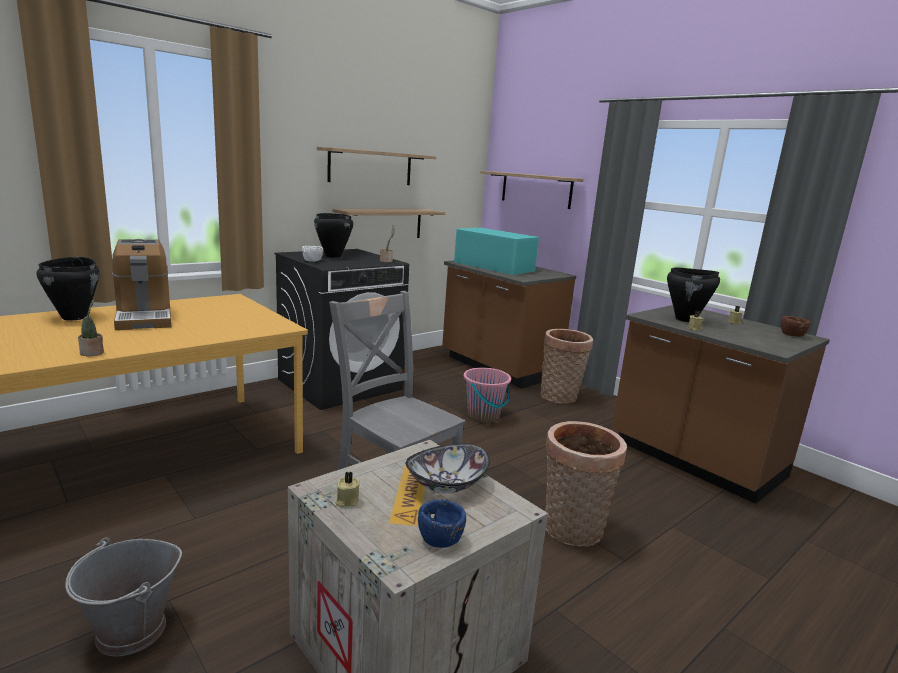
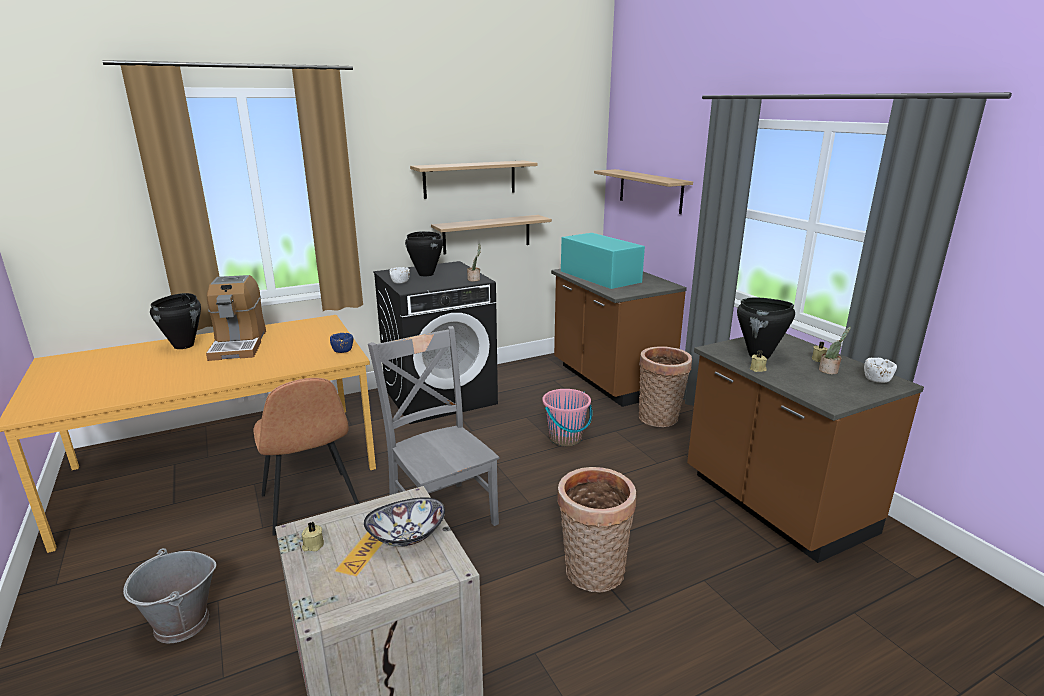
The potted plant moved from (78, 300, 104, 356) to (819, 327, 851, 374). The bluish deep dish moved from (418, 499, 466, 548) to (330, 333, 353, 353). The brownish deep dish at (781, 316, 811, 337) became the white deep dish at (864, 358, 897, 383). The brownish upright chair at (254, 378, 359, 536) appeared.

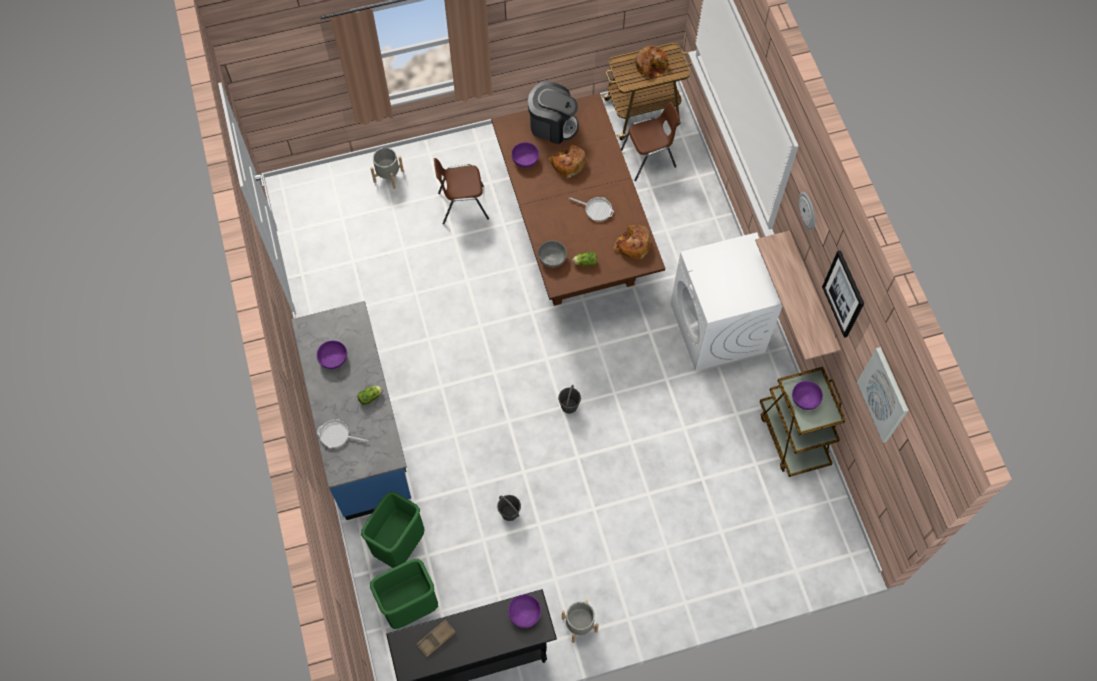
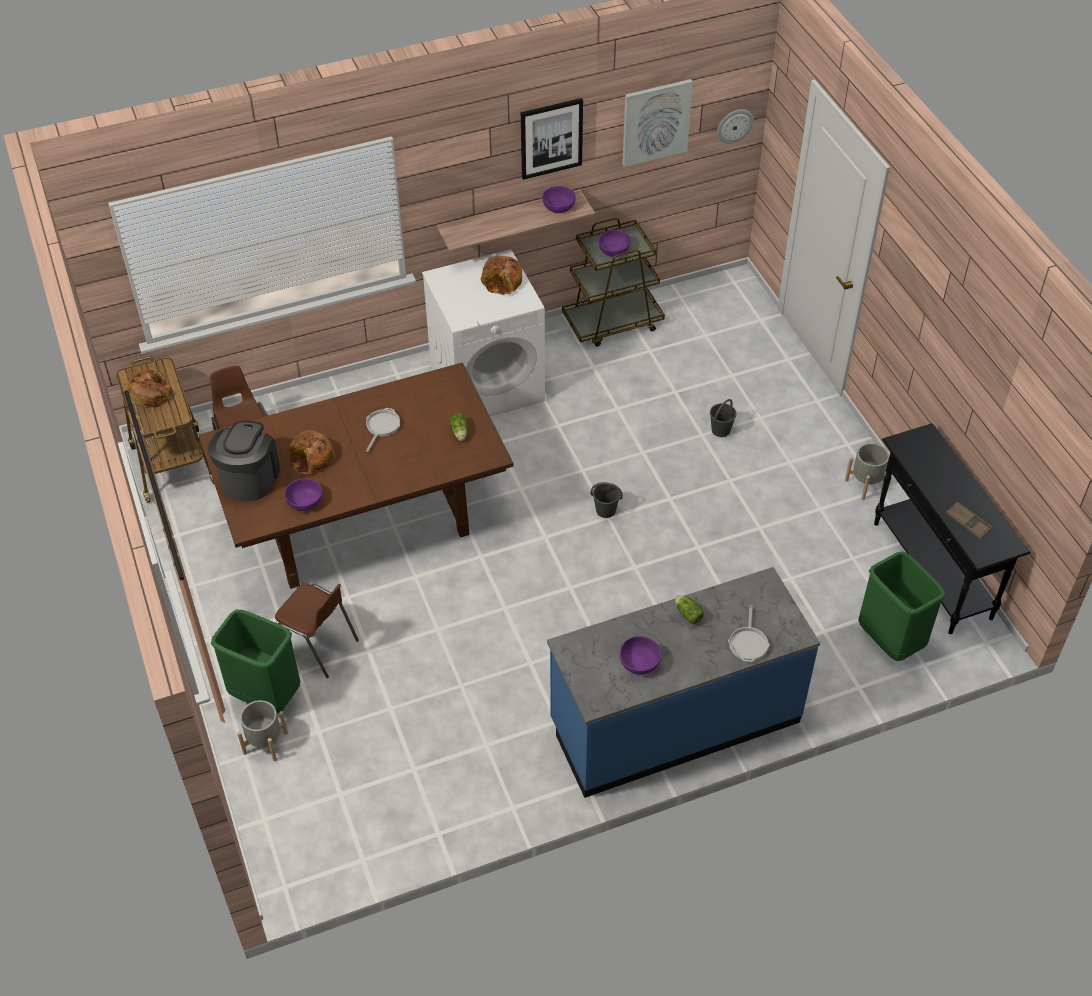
The greenish rubbish bin moved from (361, 492, 425, 568) to (211, 610, 300, 713). The brownish upright chair at (434, 158, 489, 225) turned 45 degrees counterclockwise. The greyish pail moved from (497, 495, 521, 521) to (710, 399, 736, 437). The purple-coloured deep dish moved from (508, 594, 541, 628) to (542, 186, 576, 213). The greyish deep dish at (538, 241, 567, 268) disappeared. The bread moved from (614, 225, 651, 259) to (481, 256, 522, 295). The hanging clock moved from (799, 192, 815, 230) to (717, 109, 754, 144).

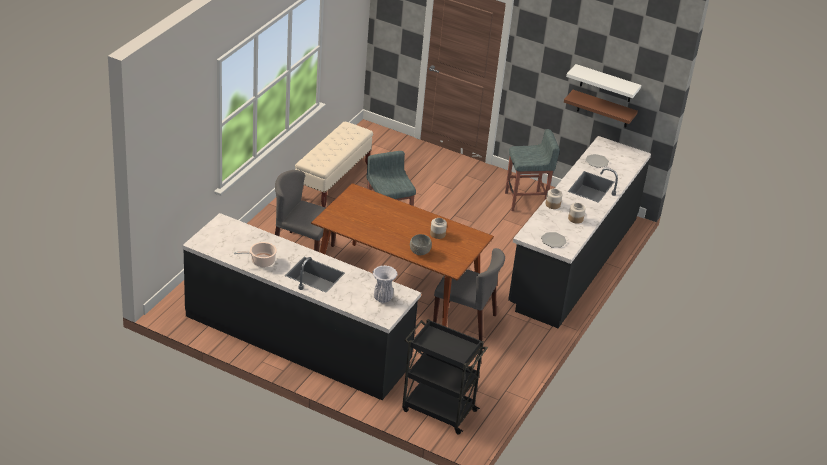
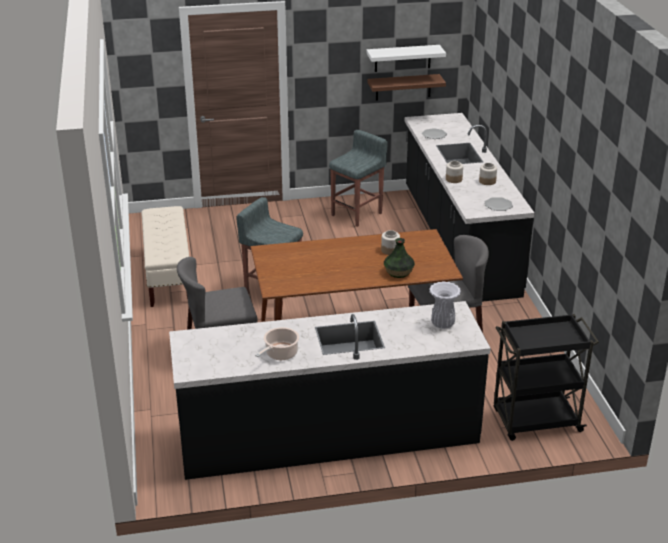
The greyish deep dish at (410, 234, 432, 255) was replaced by the flower vase at (384, 238, 415, 278).

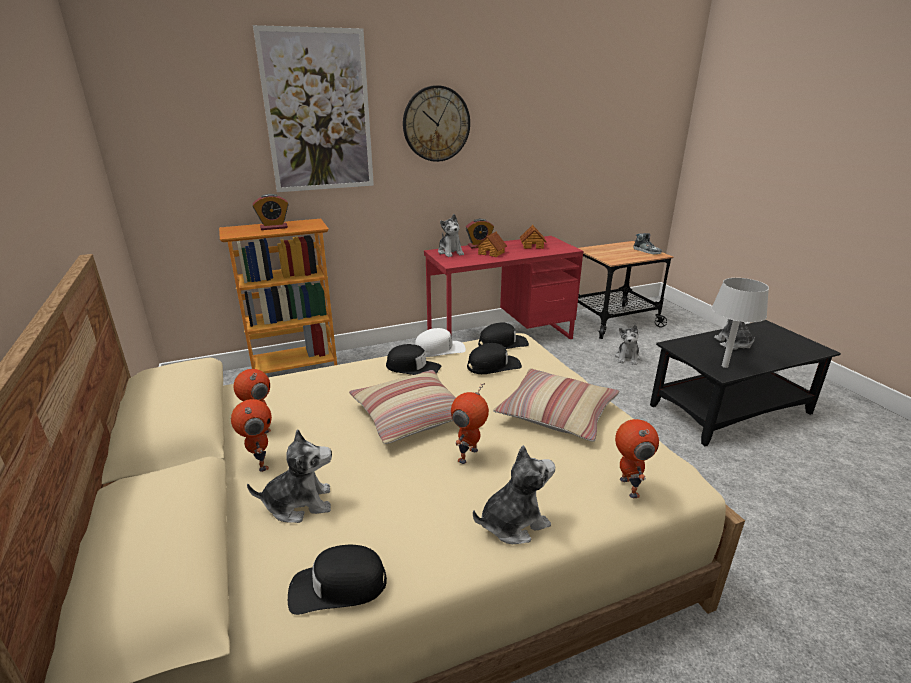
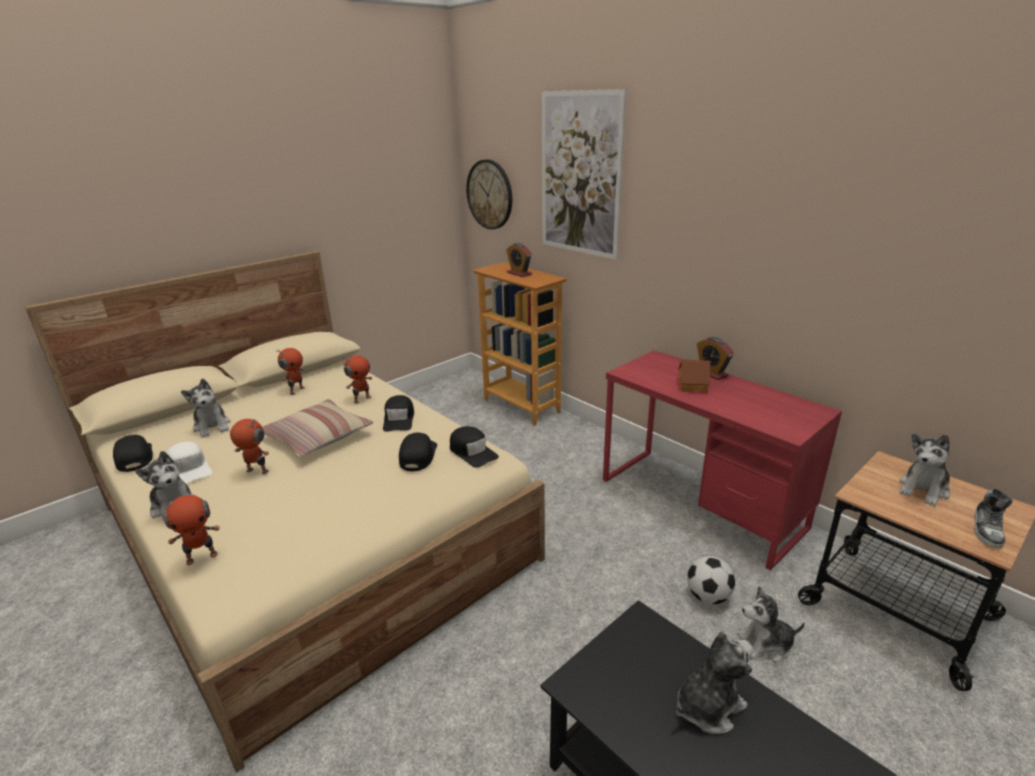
The toy robot moved from (231, 399, 272, 472) to (342, 355, 372, 404). The hanging clock moved from (403, 85, 470, 162) to (466, 159, 512, 230). The white baseball cap moved from (415, 328, 466, 357) to (167, 442, 212, 484). The cuddly toy moved from (438, 214, 464, 257) to (899, 433, 950, 506). The blackish baseball cap at (467, 343, 522, 374) turned 135 degrees counterclockwise. The throw pillow at (493, 368, 619, 442) disappeared. The toy house at (520, 225, 546, 249) disappeared. The greyish lamp for a table at (711, 278, 769, 368) disappeared. The football at (687, 556, 735, 604) appeared.

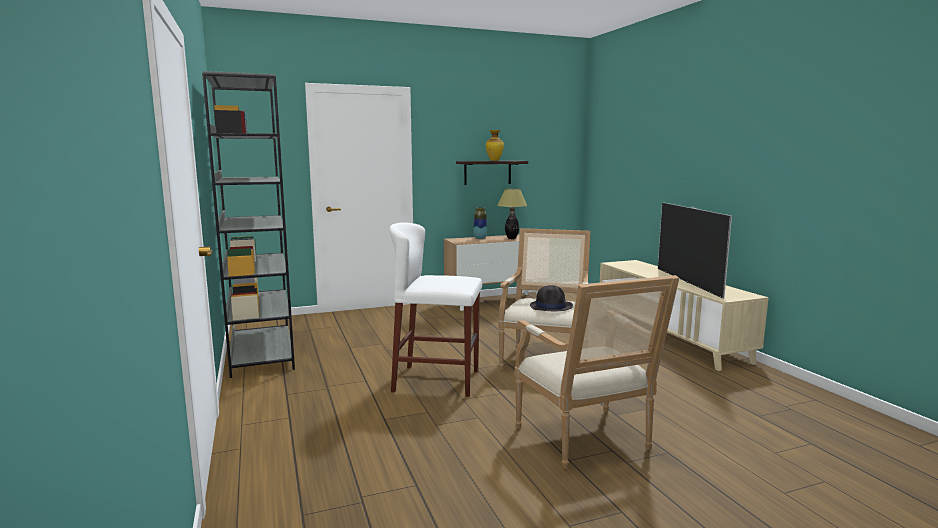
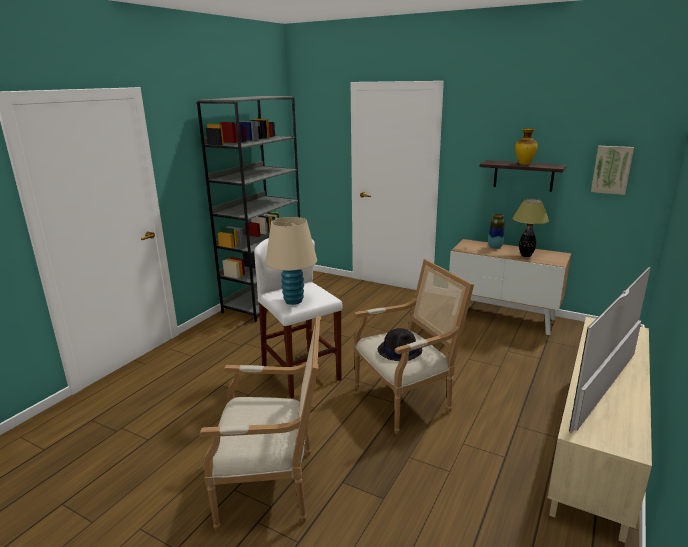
The easy chair at (515, 275, 679, 470) turned 120 degrees counterclockwise. The sand-coloured lamp for a table at (265, 217, 317, 305) appeared. The wall art at (591, 146, 634, 195) appeared.

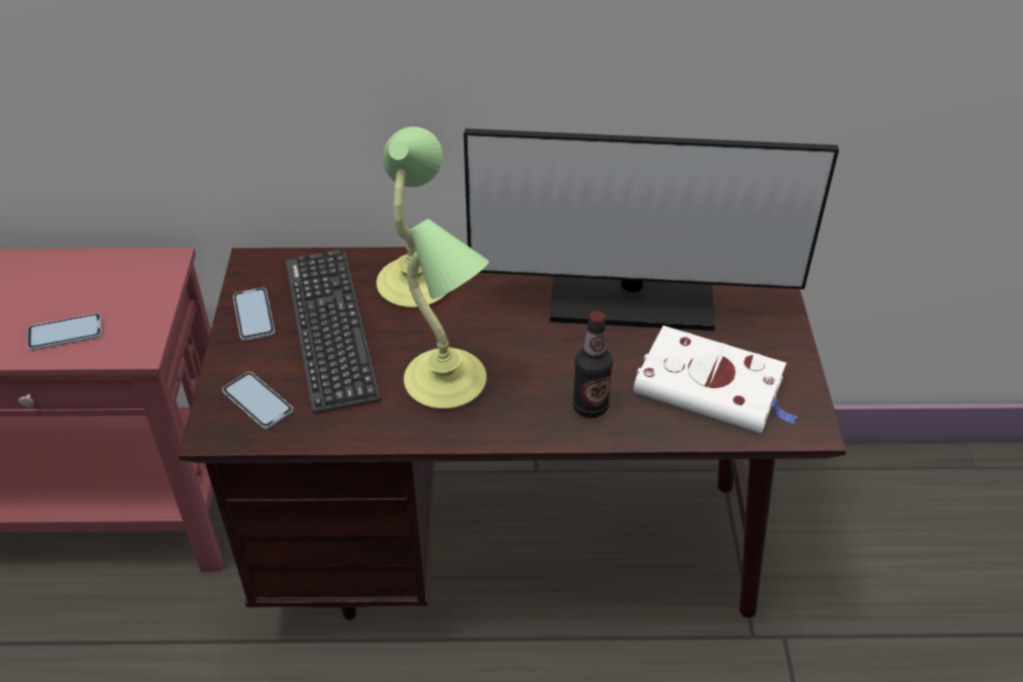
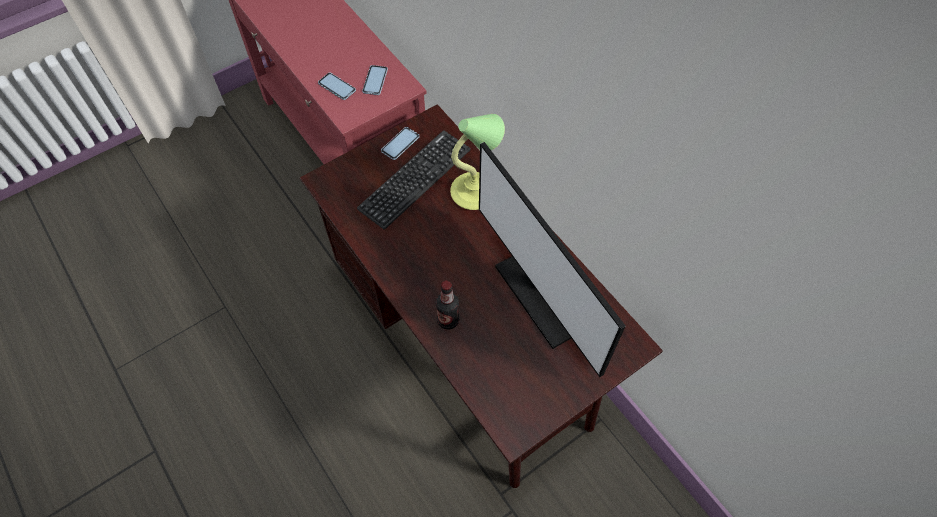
The phone moved from (222, 372, 293, 429) to (362, 65, 388, 95). The lamp for a table at (404, 219, 489, 409) disappeared. The white book at (633, 325, 798, 433) disappeared.

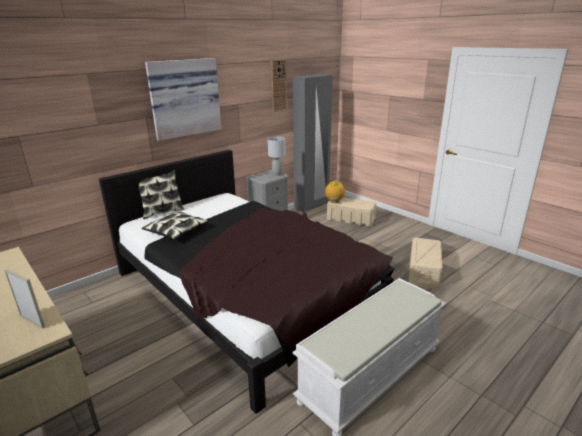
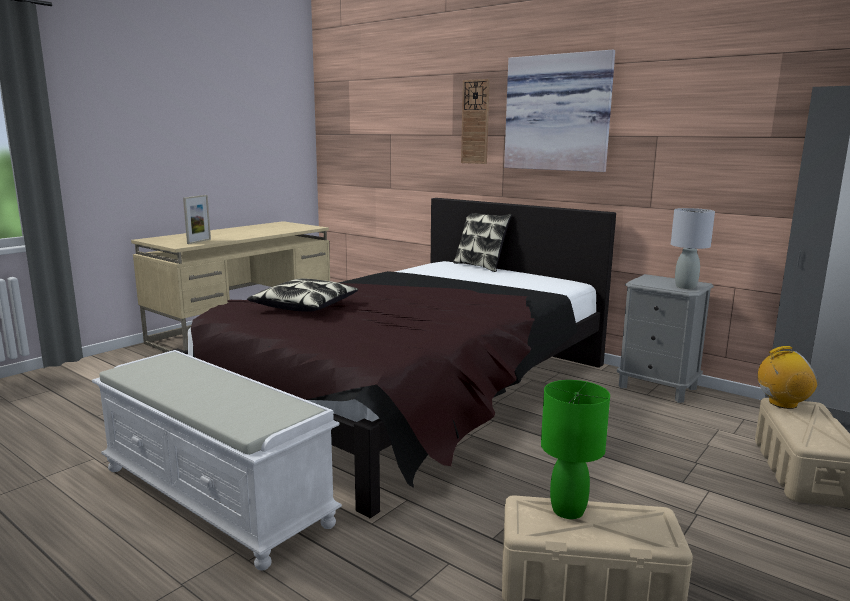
The throw pillow moved from (142, 212, 208, 240) to (247, 278, 358, 312). The hanging clock moved from (271, 59, 287, 112) to (461, 79, 490, 164). The greenish lamp for a table at (541, 380, 610, 519) appeared.

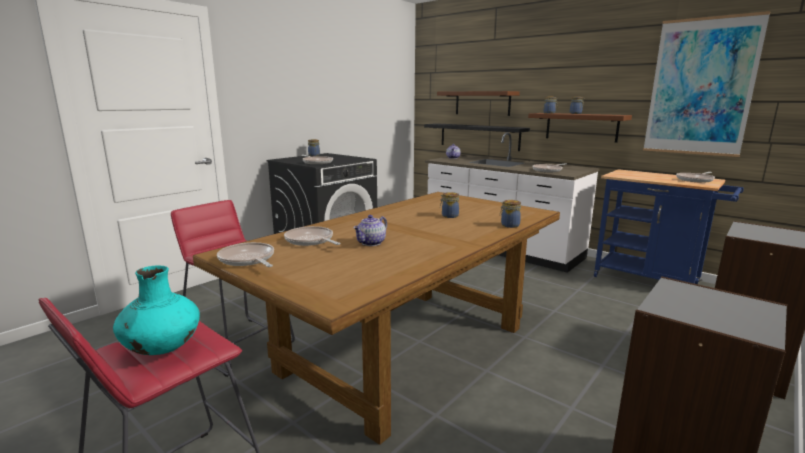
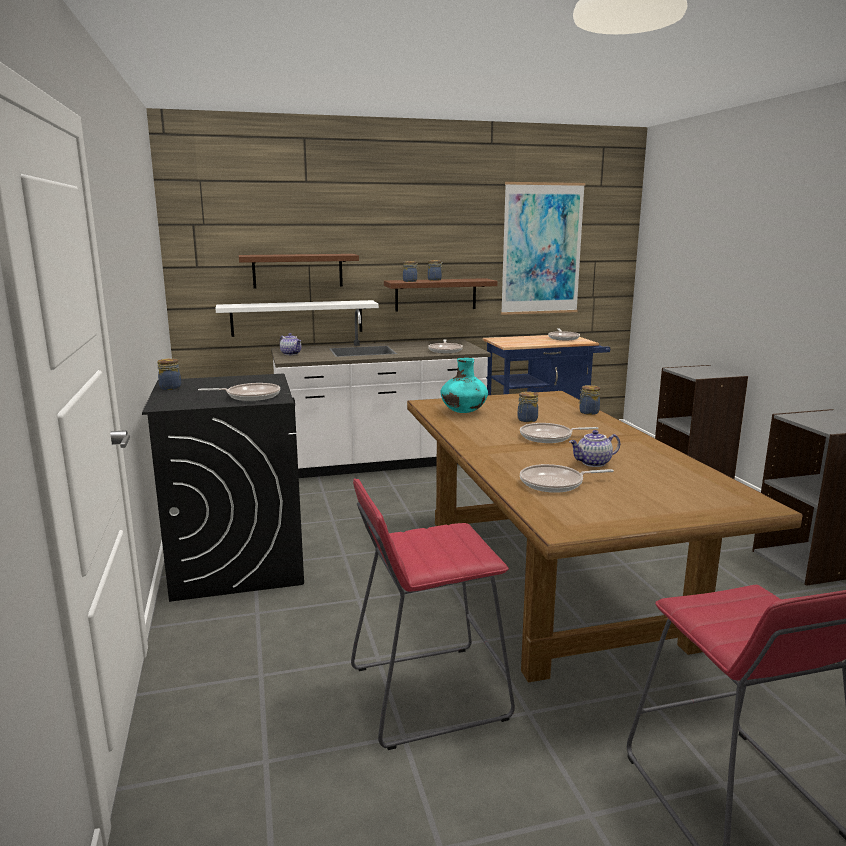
The blue-green flower vase moved from (113, 266, 200, 355) to (440, 358, 488, 413). The skillet moved from (217, 242, 274, 267) to (520, 423, 599, 443). The tea pot at (353, 215, 387, 246) turned 90 degrees clockwise. The blackish bracket shelf at (424, 123, 530, 151) became the white bracket shelf at (215, 300, 379, 337).

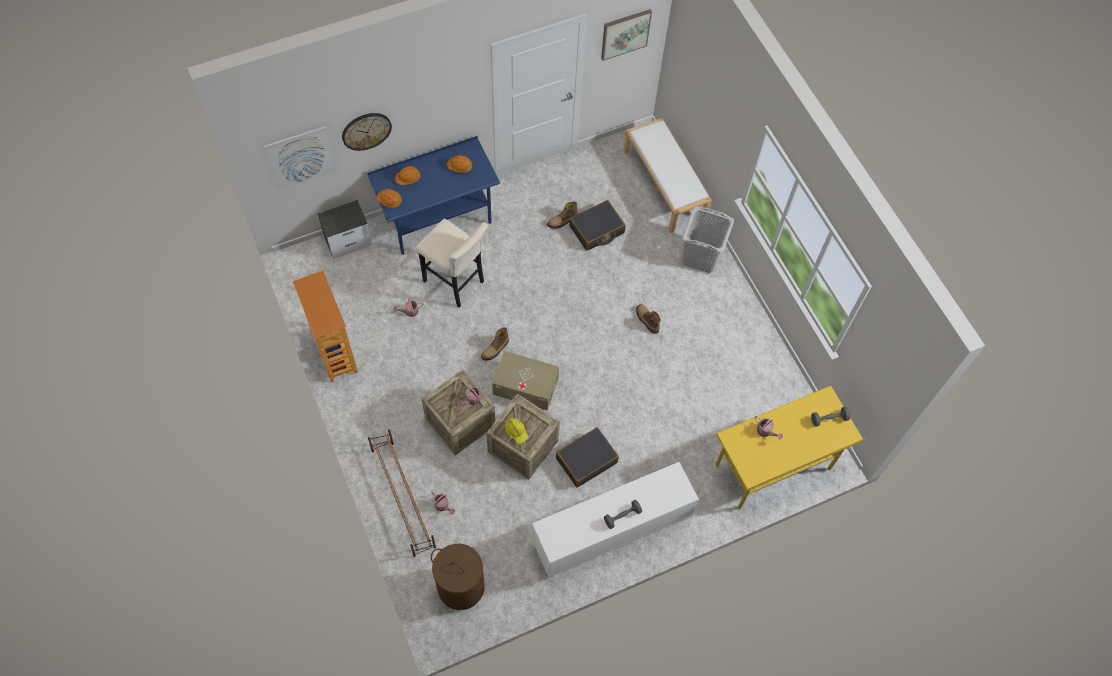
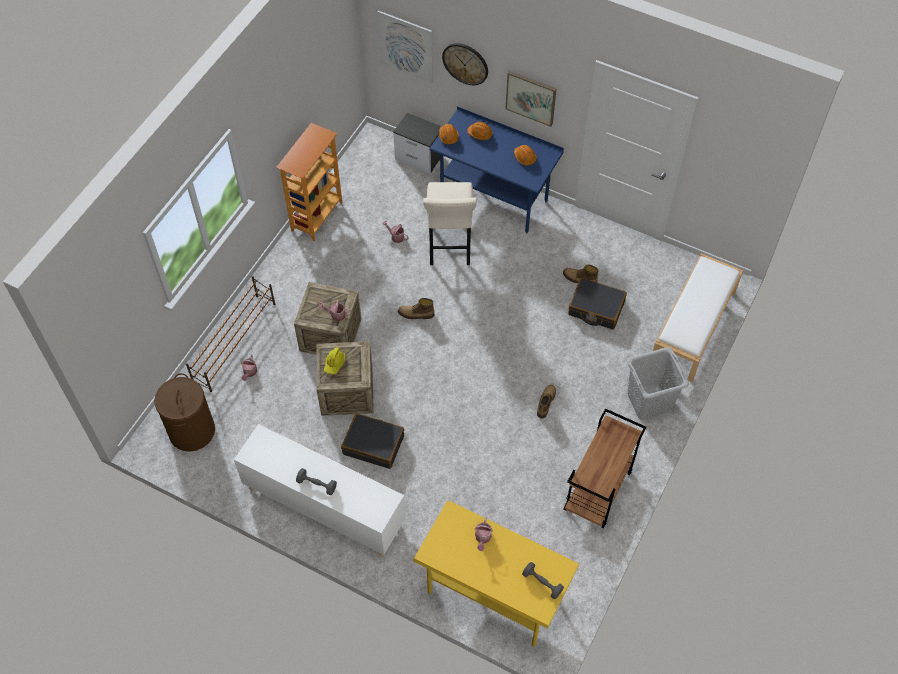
The sand-coloured storage box at (492, 351, 559, 410) disappeared. The wall art moved from (601, 9, 652, 61) to (505, 71, 557, 127). The brownish cart at (564, 408, 646, 528) appeared.

